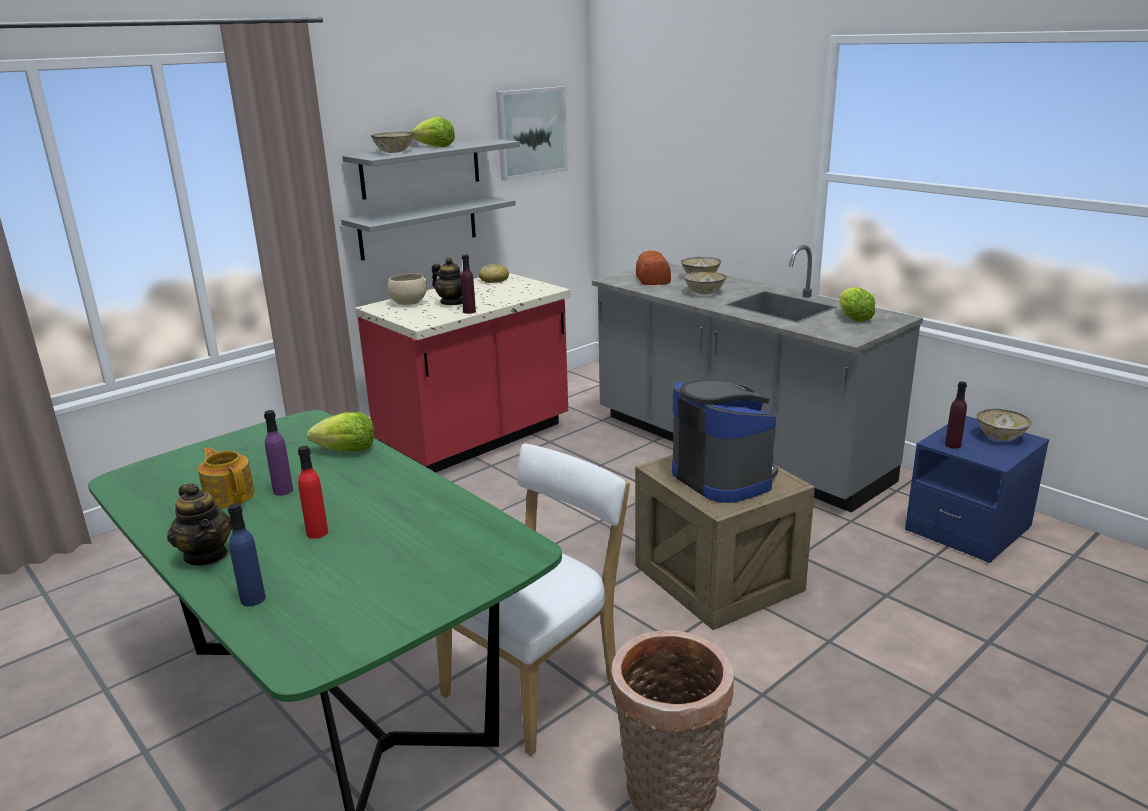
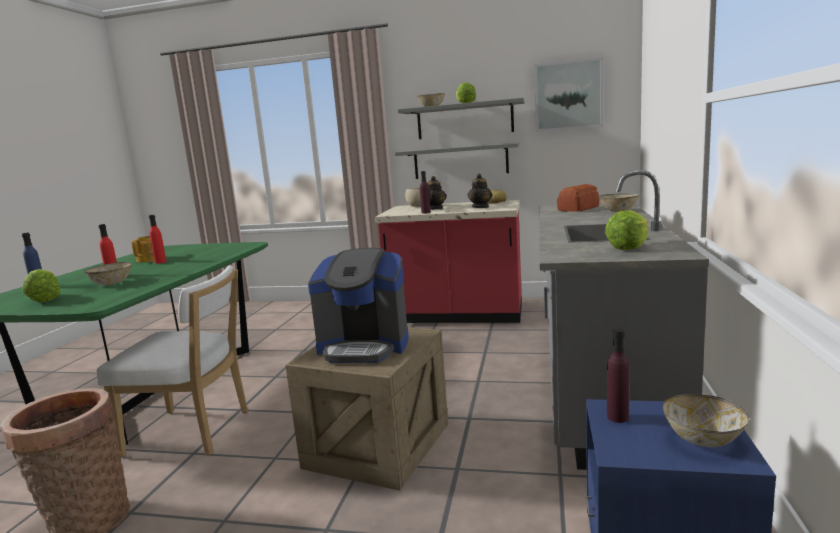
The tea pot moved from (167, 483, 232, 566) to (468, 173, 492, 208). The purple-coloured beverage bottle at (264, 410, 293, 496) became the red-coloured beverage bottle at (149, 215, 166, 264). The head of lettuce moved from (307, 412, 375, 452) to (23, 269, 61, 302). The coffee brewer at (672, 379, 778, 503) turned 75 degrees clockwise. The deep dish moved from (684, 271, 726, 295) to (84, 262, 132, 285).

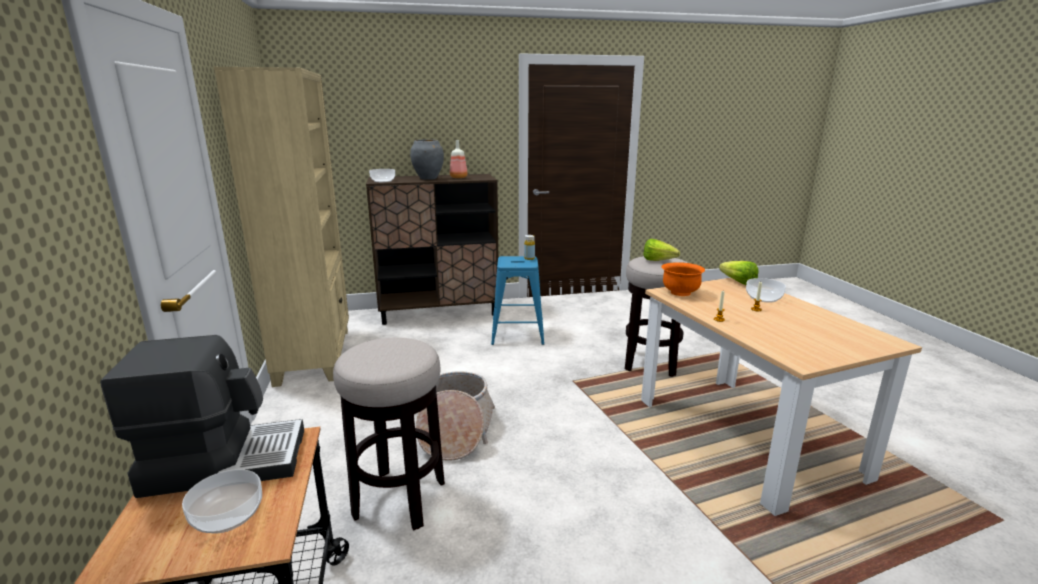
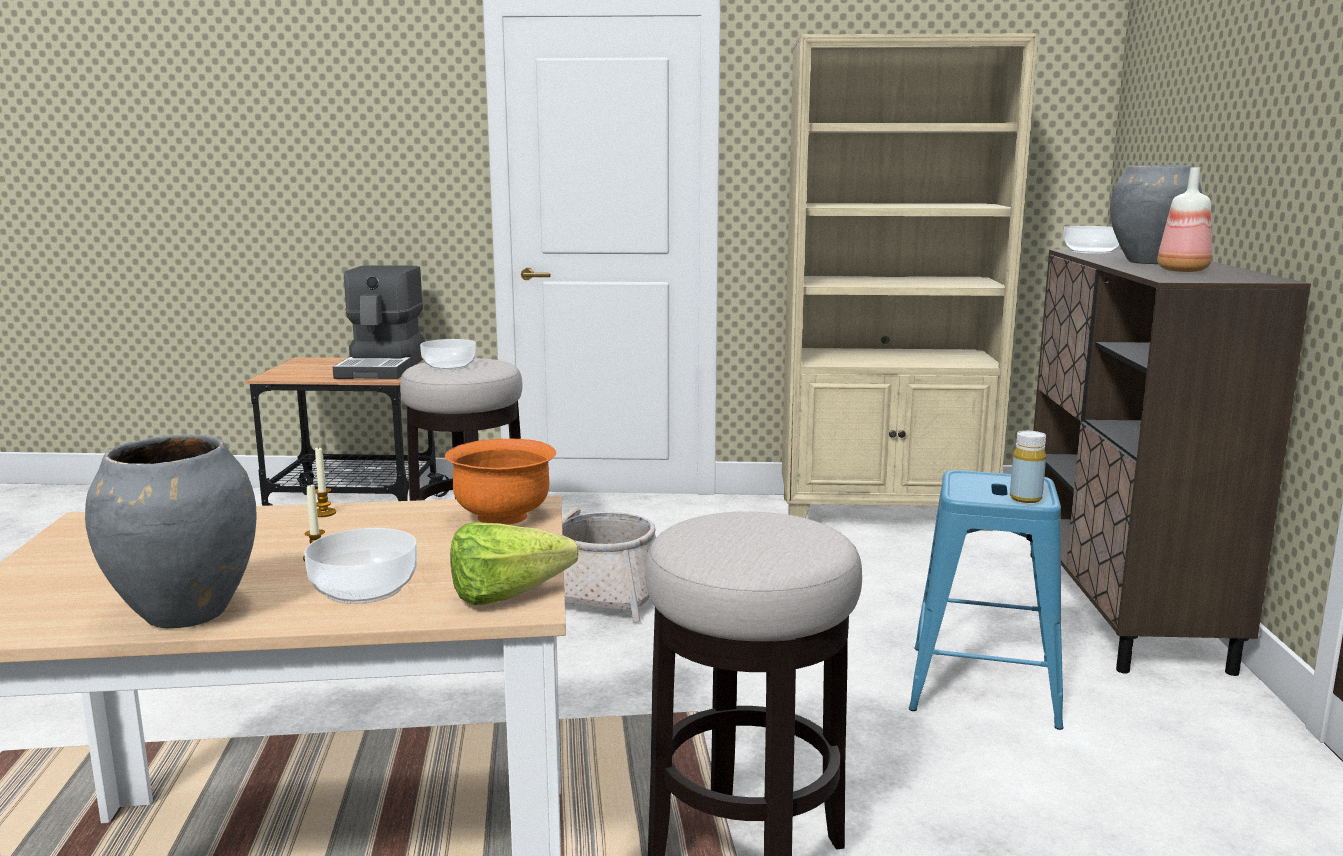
The deep dish moved from (182, 469, 262, 533) to (420, 339, 476, 370). The head of lettuce at (643, 239, 680, 261) disappeared. The greyish flower vase at (85, 435, 257, 629) appeared.

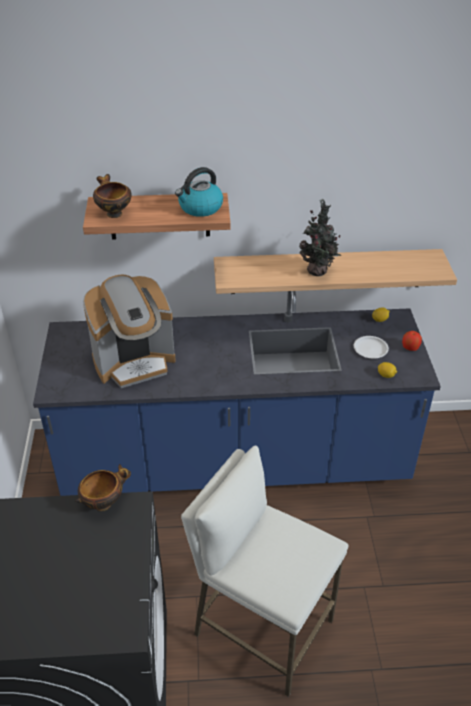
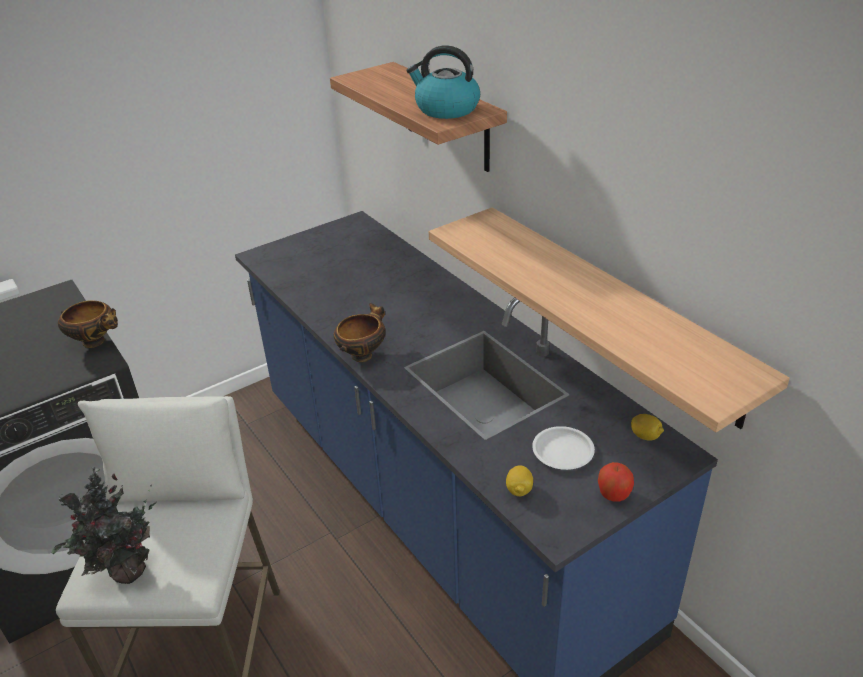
The coffee brewer at (83, 274, 176, 388) disappeared. The deep dish moved from (93, 174, 132, 218) to (334, 303, 386, 362). The potted plant moved from (299, 199, 341, 276) to (51, 467, 156, 584).

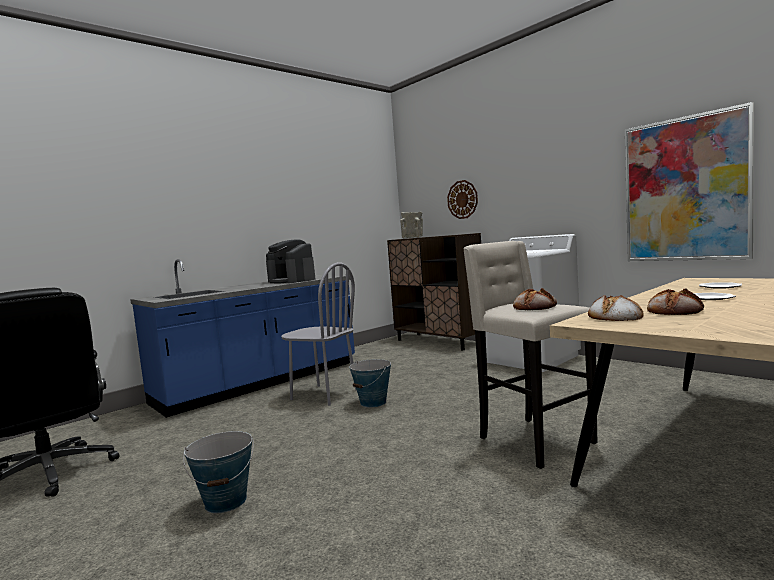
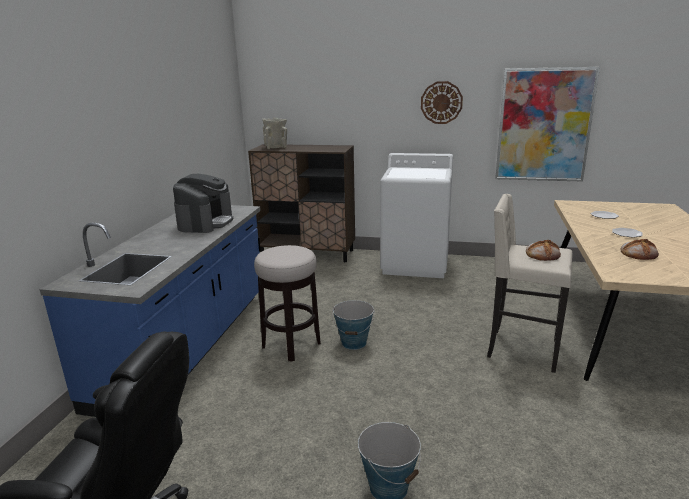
The coffee brewer at (266, 240, 315, 283) turned 90 degrees counterclockwise. The greyish upright chair at (281, 262, 356, 406) was replaced by the sitting stool at (254, 245, 321, 362). The hanging clock moved from (447, 180, 478, 219) to (421, 81, 463, 124). The bread at (588, 295, 644, 321) disappeared.

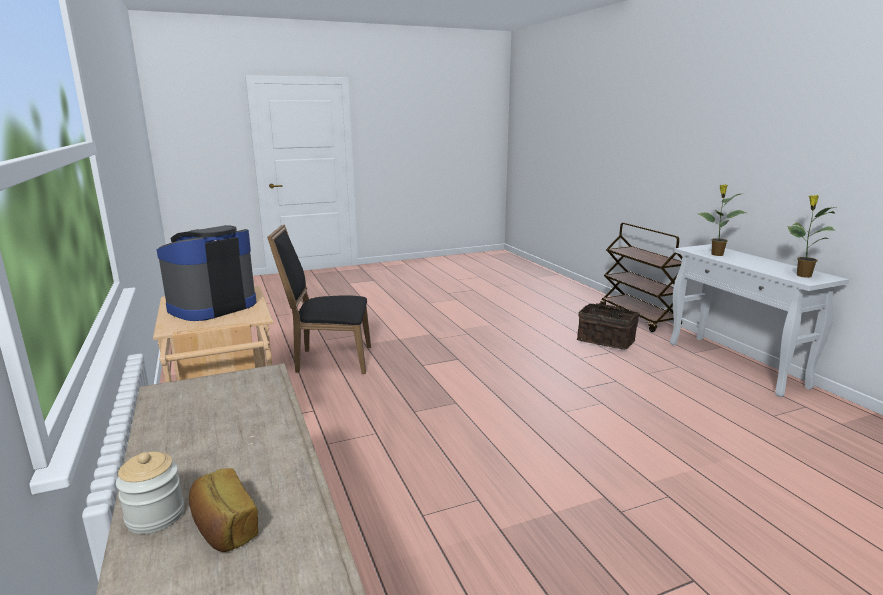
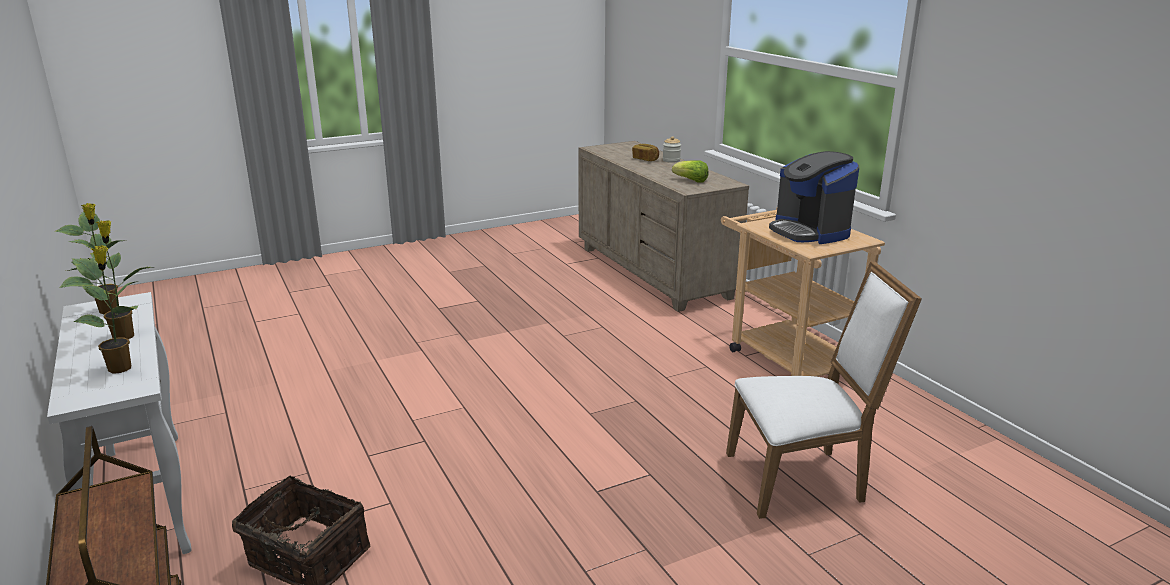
The coffee brewer at (157, 225, 256, 321) turned 120 degrees clockwise. The blackish upright chair at (267, 224, 371, 374) became the white upright chair at (726, 261, 922, 519). The potted plant at (67, 220, 153, 339) appeared. The head of lettuce at (672, 160, 708, 183) appeared.

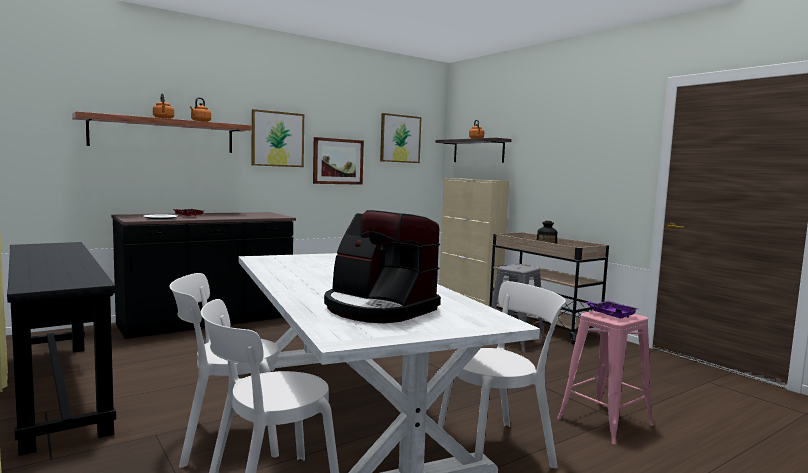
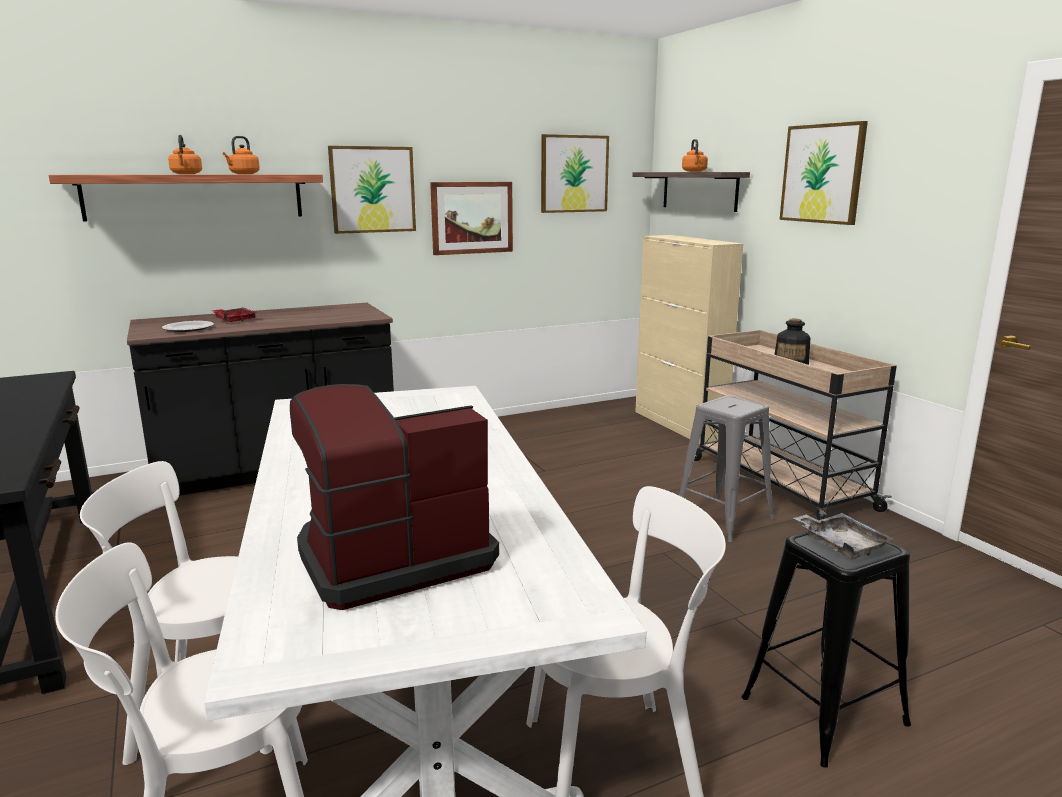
The coffee brewer at (324, 210, 441, 323) turned 105 degrees clockwise. The pinkish sitting stool at (557, 311, 654, 444) became the blackish sitting stool at (742, 532, 911, 768). The purple-coloured tray at (585, 301, 638, 318) became the greyish tray at (794, 513, 893, 560). The wall art at (780, 121, 868, 225) appeared.

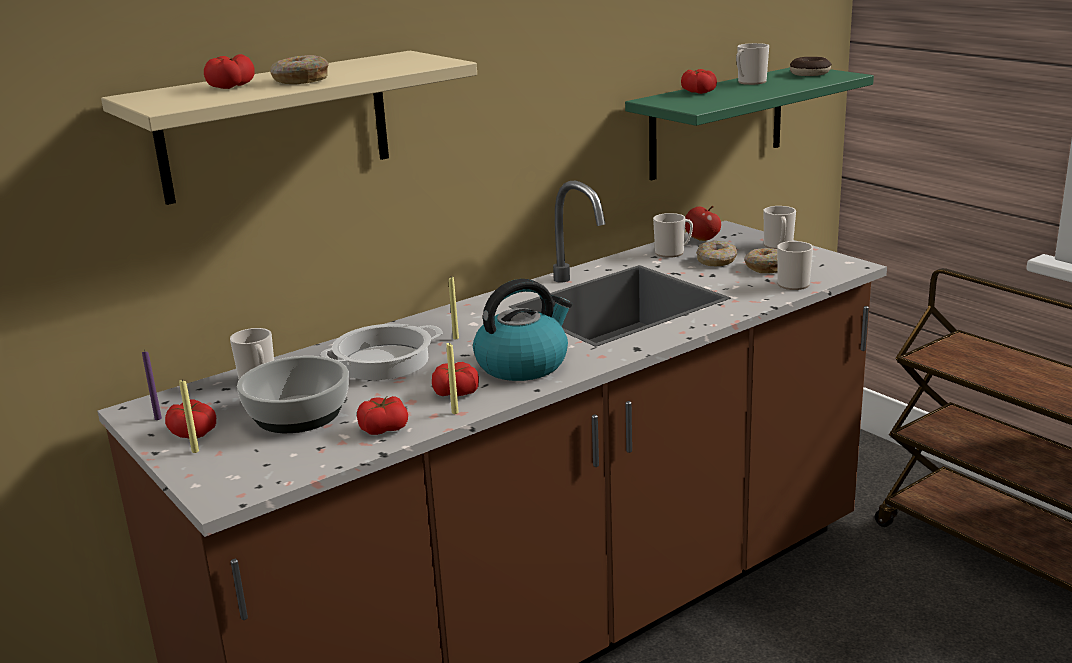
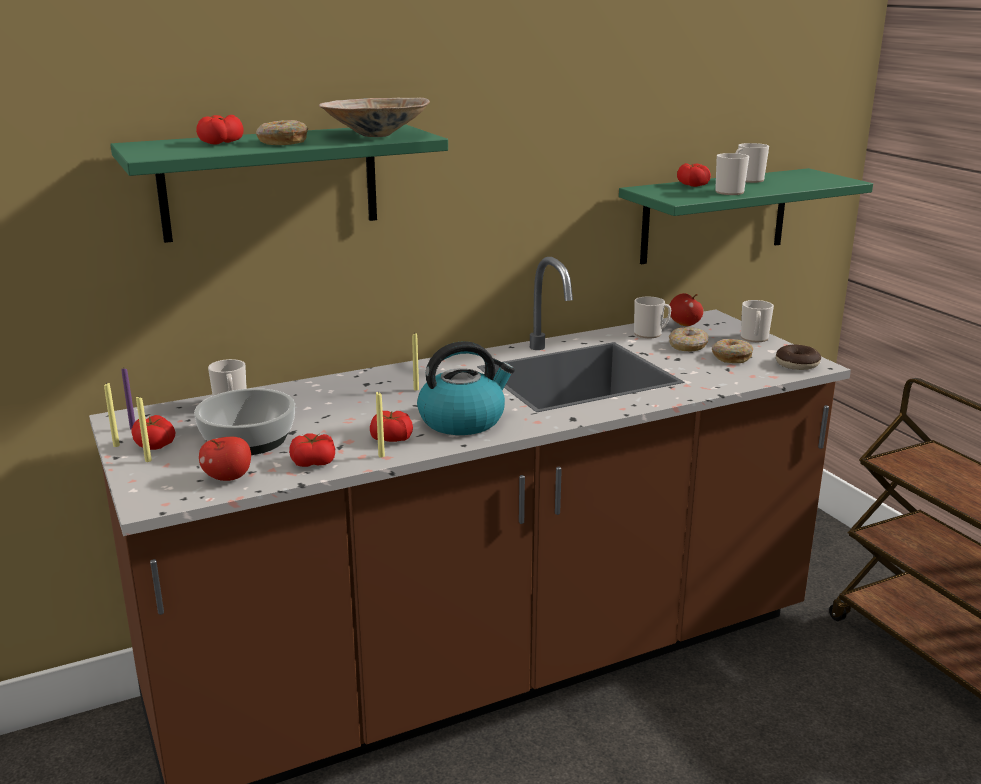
The sand-coloured bracket shelf at (101, 51, 477, 205) became the greenish bracket shelf at (110, 124, 448, 243). The saucepot at (321, 324, 443, 380) disappeared. The tea mug moved from (777, 241, 813, 290) to (715, 153, 749, 195). The ring doughnut moved from (790, 57, 832, 76) to (776, 344, 821, 370). The yellow-coloured candle at (104, 382, 120, 447) appeared. The apple at (199, 437, 251, 481) appeared. The sand-coloured deep dish at (319, 98, 430, 137) appeared.

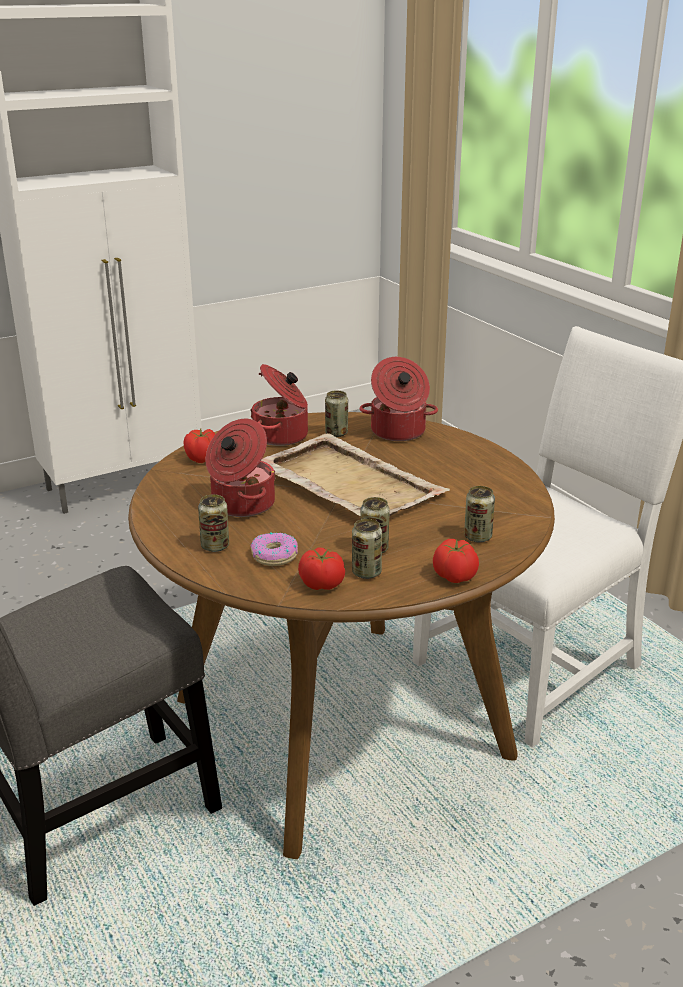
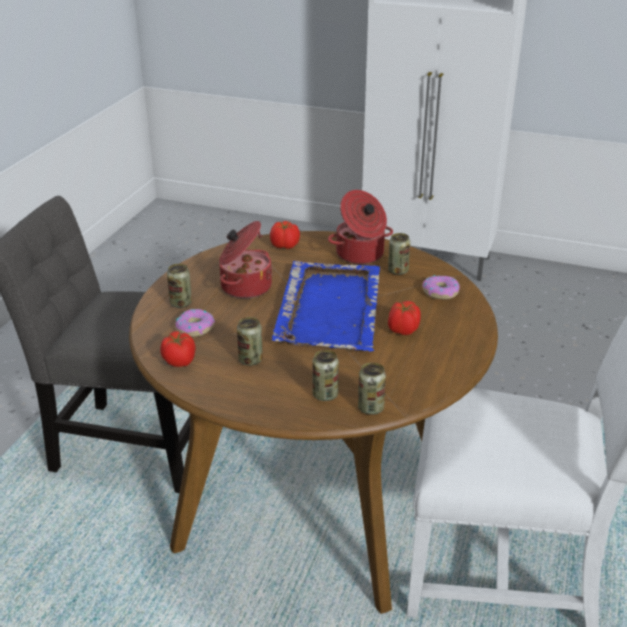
The sand-coloured tray at (261, 433, 450, 516) became the bluish tray at (272, 261, 380, 351). The can moved from (352, 519, 382, 579) to (358, 362, 386, 415). The saucepot at (360, 357, 438, 441) was replaced by the ring doughnut at (422, 275, 460, 299). The fresh tomato moved from (433, 539, 479, 583) to (388, 301, 421, 335).

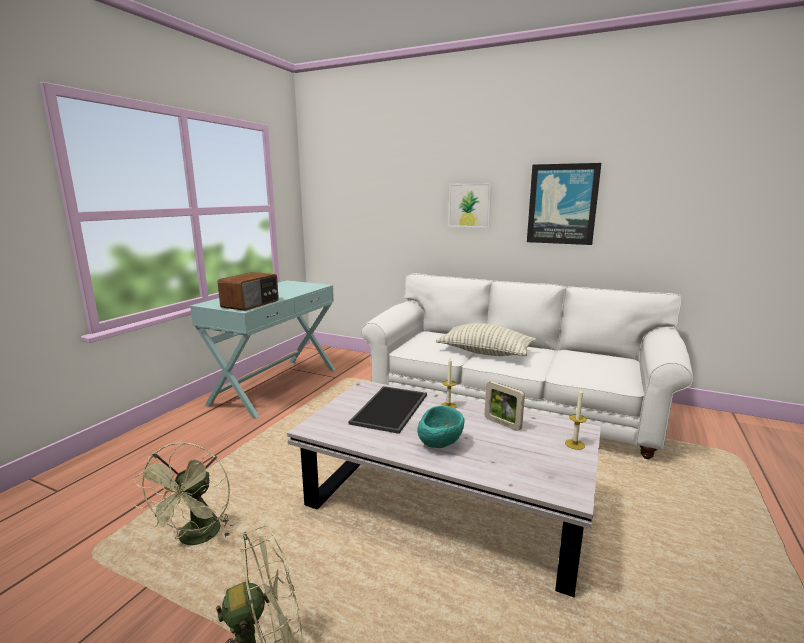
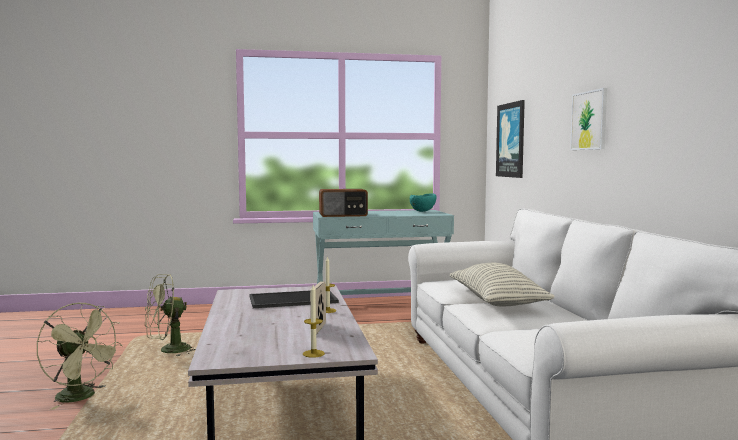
The blue-green deep dish moved from (417, 405, 464, 448) to (410, 193, 437, 212). The wall art moved from (527, 163, 601, 245) to (496, 100, 525, 178).

